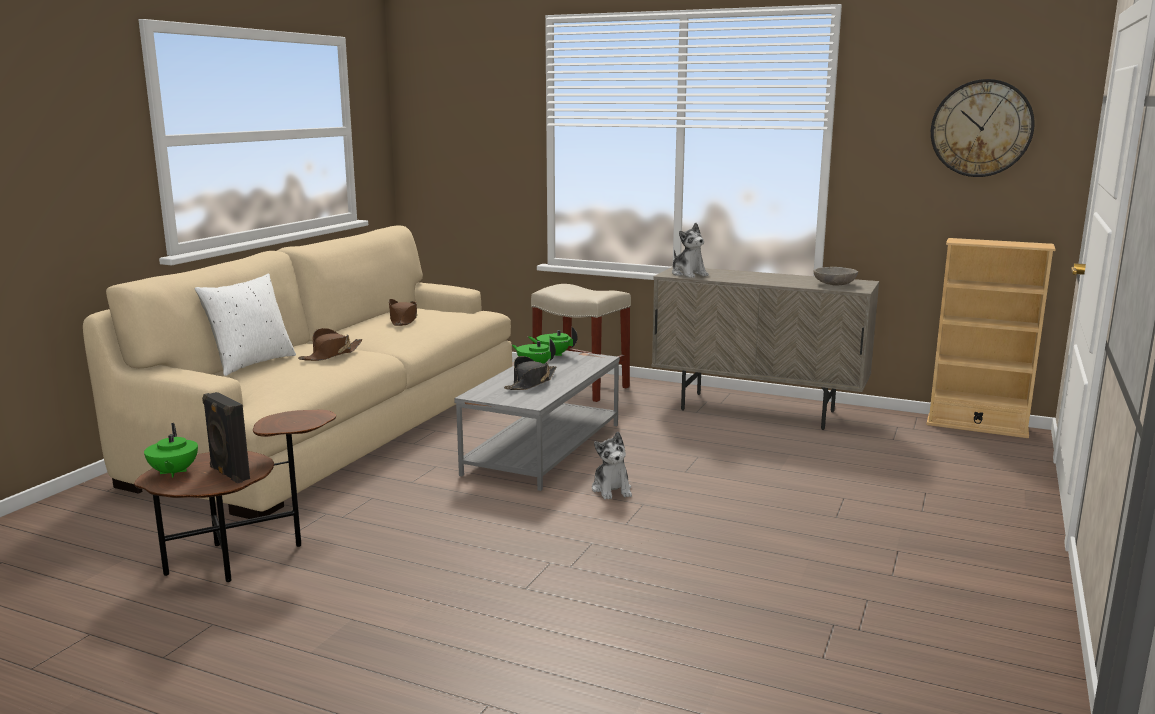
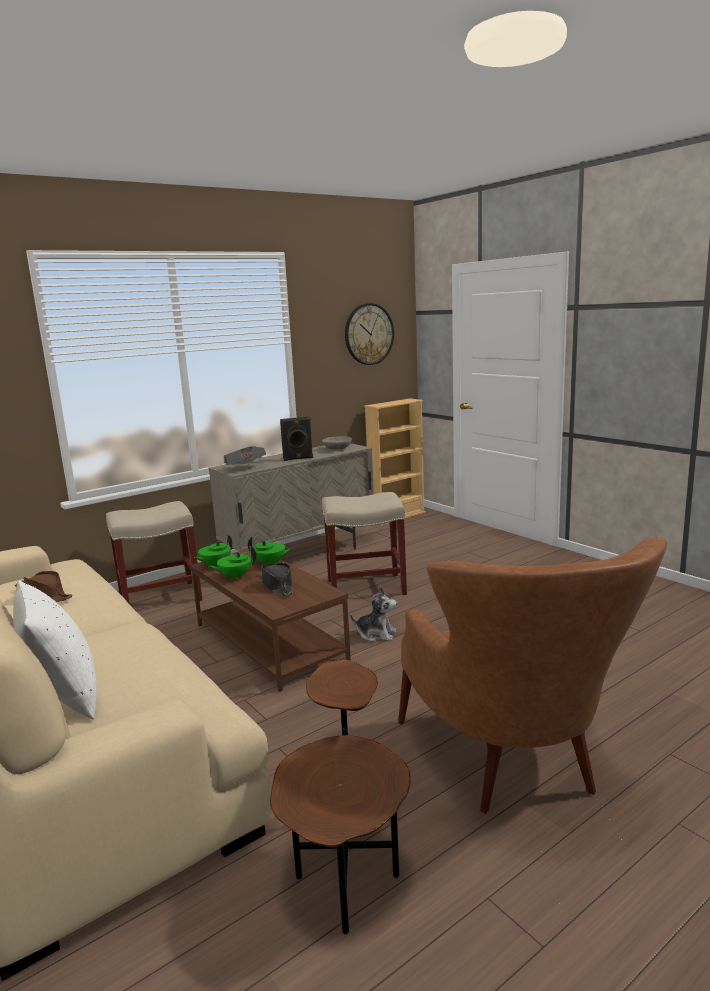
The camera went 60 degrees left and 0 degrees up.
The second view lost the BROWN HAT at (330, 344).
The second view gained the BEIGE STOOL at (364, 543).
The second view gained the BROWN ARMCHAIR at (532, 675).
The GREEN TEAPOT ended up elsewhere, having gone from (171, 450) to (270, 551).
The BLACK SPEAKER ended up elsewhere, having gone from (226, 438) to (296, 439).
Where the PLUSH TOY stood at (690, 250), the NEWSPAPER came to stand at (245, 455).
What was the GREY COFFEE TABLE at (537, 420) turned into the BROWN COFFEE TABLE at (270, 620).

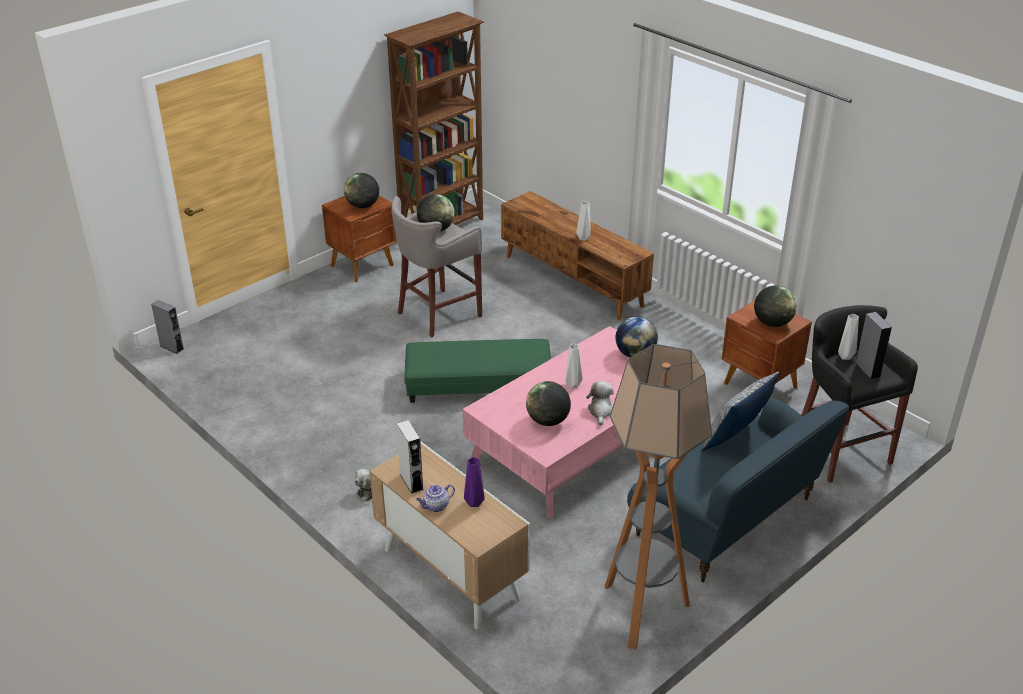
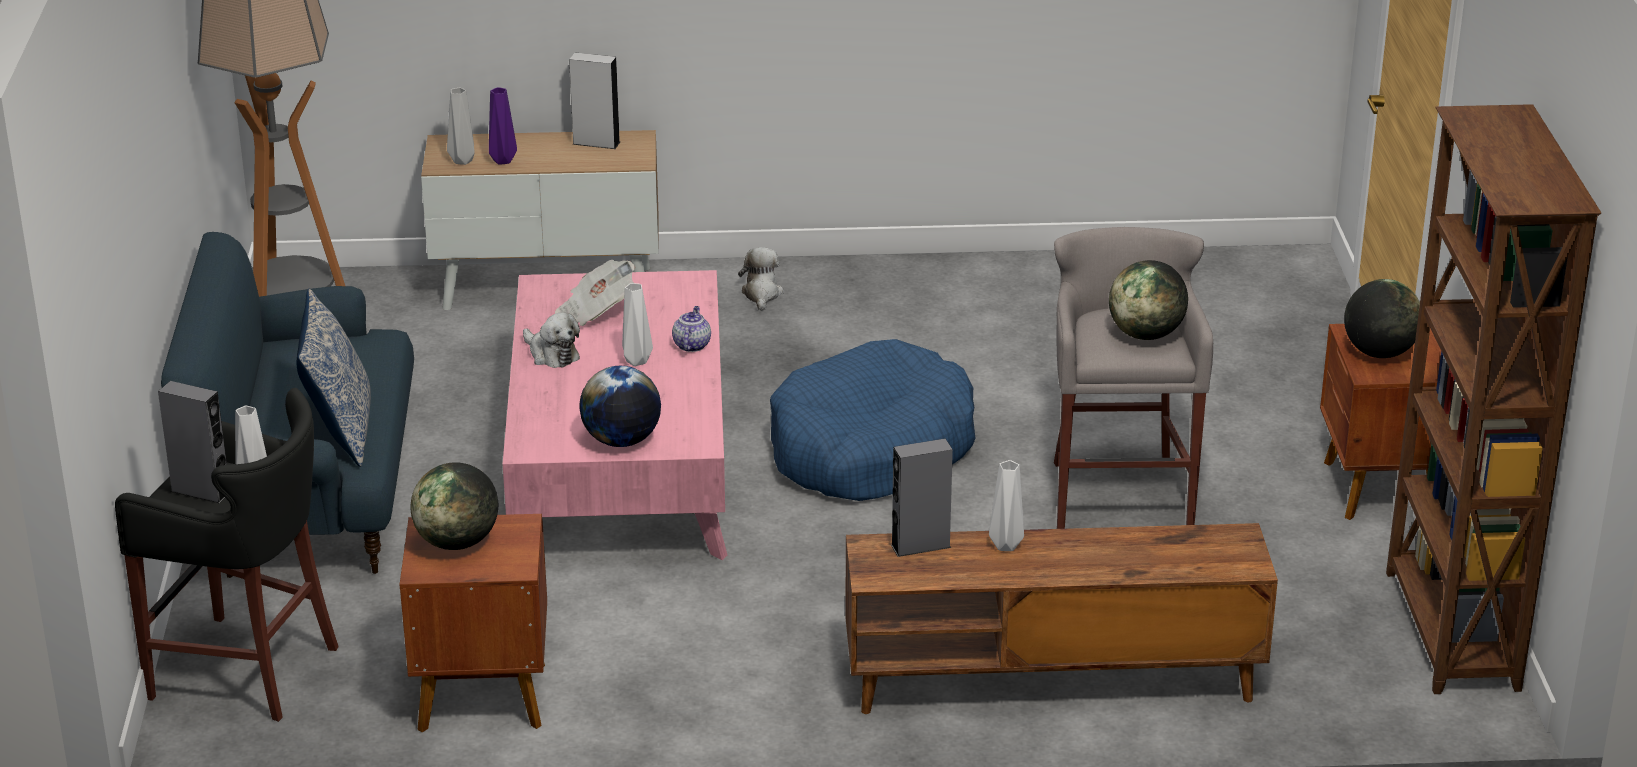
The camera went 130 degrees right and 5 degrees down.
The second view gained the GREY VASE at (461, 126).
The GREY SPEAKER ended up elsewhere, having gone from (167, 327) to (922, 497).
The TEAPOT ended up elsewhere, having gone from (435, 498) to (691, 329).
Where the GREEN OTTOMAN stood at (477, 371), the BLUE DOG BED came to stand at (873, 420).
Where the GLOBE stood at (548, 403), the NEWSPAPER came to stand at (595, 293).

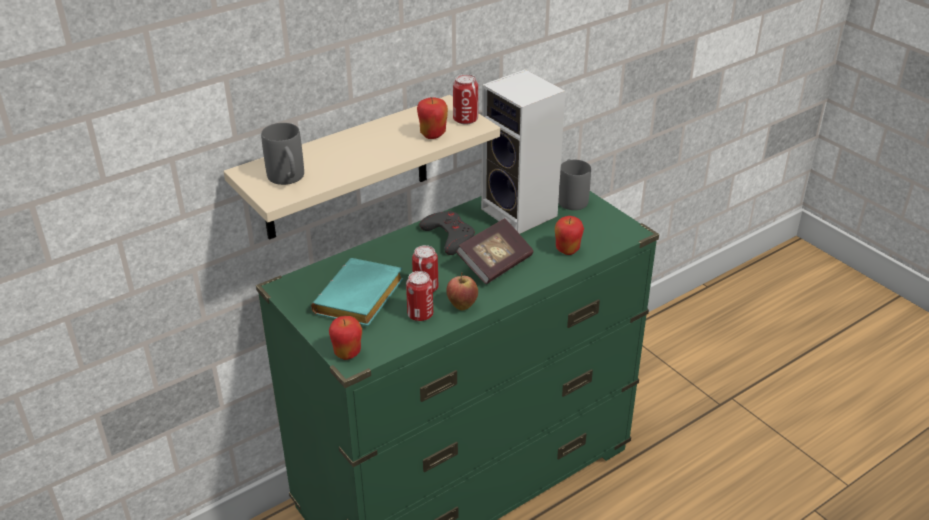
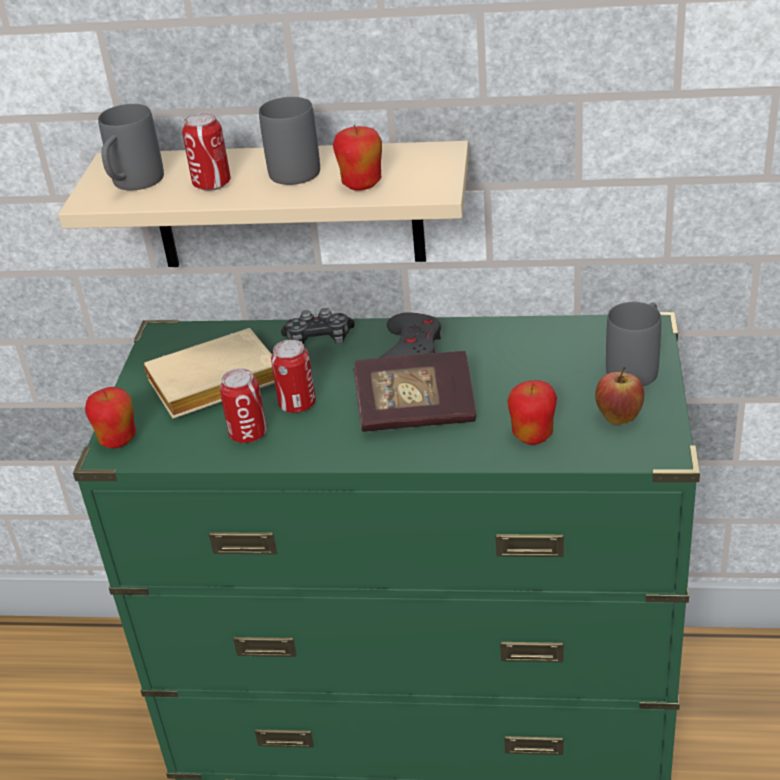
The camera went 45 degrees right and 0 degrees up.
The second view lost the SPEAKER at (523, 151).
The second view gained the GREY MUG at (289, 141).
The second view gained the GAME CONTROLLER at (318, 326).
The APPLE ended up elsewhere, having gone from (462, 292) to (619, 396).
The CAN ended up elsewhere, having gone from (465, 99) to (206, 151).
What was the TURQUOISE BOOK at (357, 292) turned into the BEIGE BOOK at (209, 373).

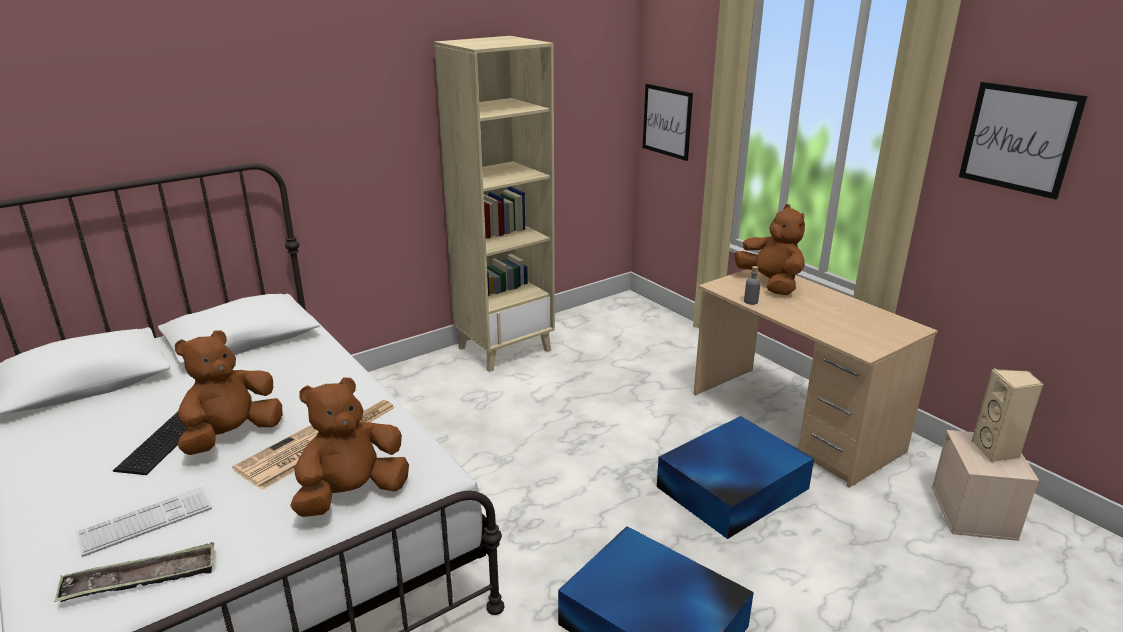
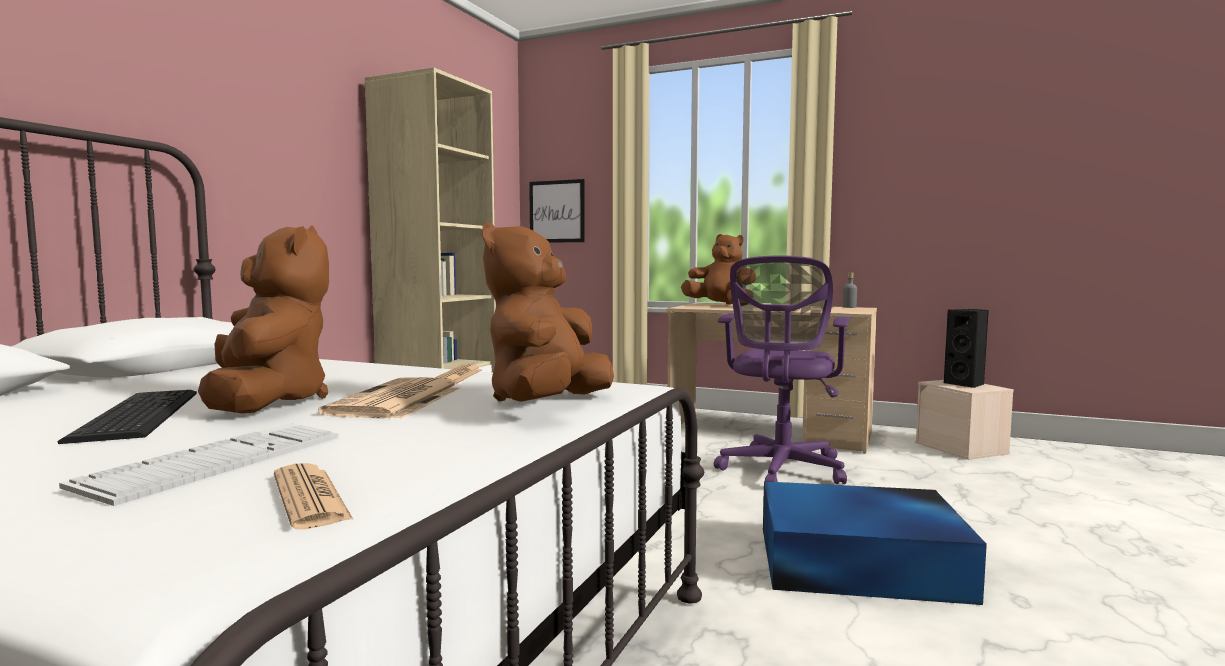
The camera went 30 degrees left and 20 degrees down.
The second view lost the PICTURE at (1023, 141).
The GREY BOTTLE ended up elsewhere, having gone from (752, 285) to (850, 290).
Where the TRAY stood at (134, 572), the NEWSPAPER came to stand at (314, 496).
Where the BLUE STORAGE BOX stood at (735, 477), the PURPLE OFFICE CHAIR came to stand at (782, 369).
What was the BEIGE SPEAKER at (1007, 416) turned into the BLACK SPEAKER at (966, 348).
The BROWN PLUSH TOY at (228, 392) ended up facing another way, 150 degrees clockwise from before.

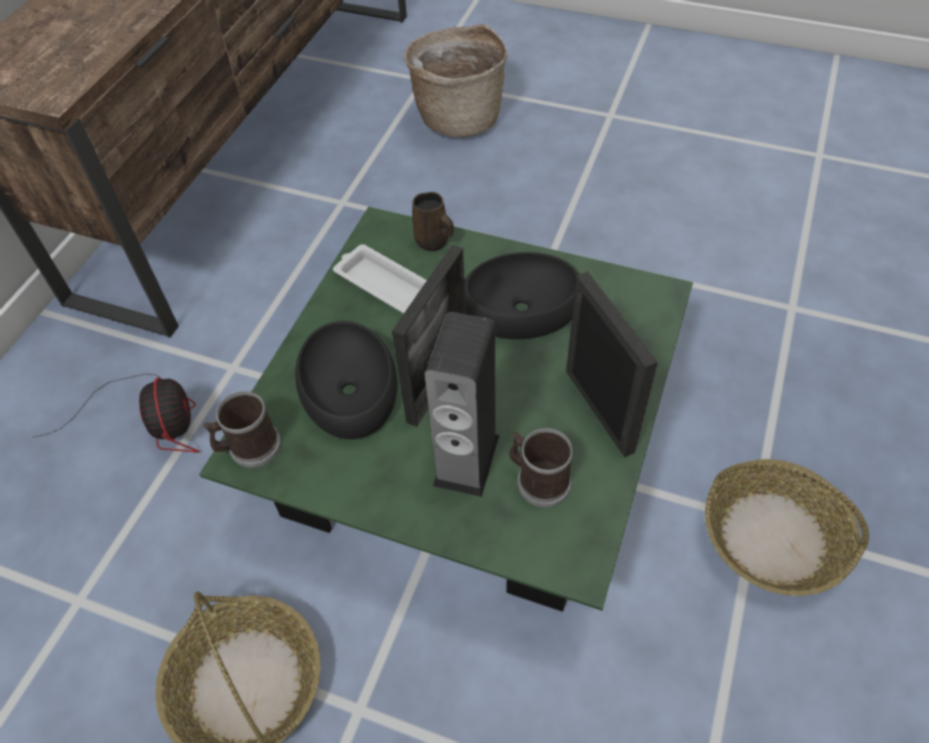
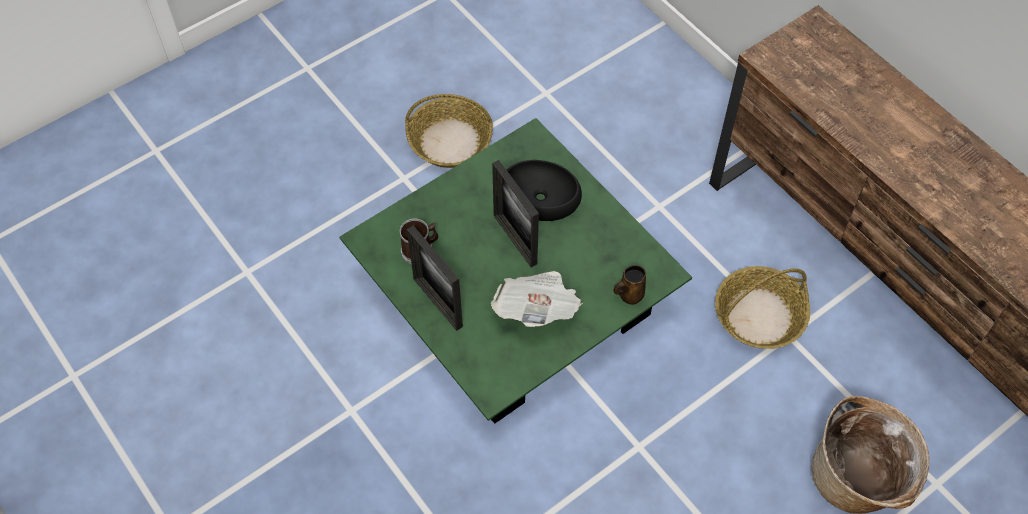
The camera went 120 degrees right and 5 degrees up.
The second view lost the FAN at (116, 413).
The second view lost the MUG at (242, 429).
The second view lost the WHITE TRAY at (380, 279).
The second view lost the SPEAKER at (462, 404).
The BASKET ended up elsewhere, having gone from (787, 527) to (762, 307).
Where the BLACK BOWL stood at (522, 295), the NEWSPAPER came to stand at (536, 299).
The PICTURE FRAME at (612, 364) ended up facing another way, 45 degrees clockwise from before.

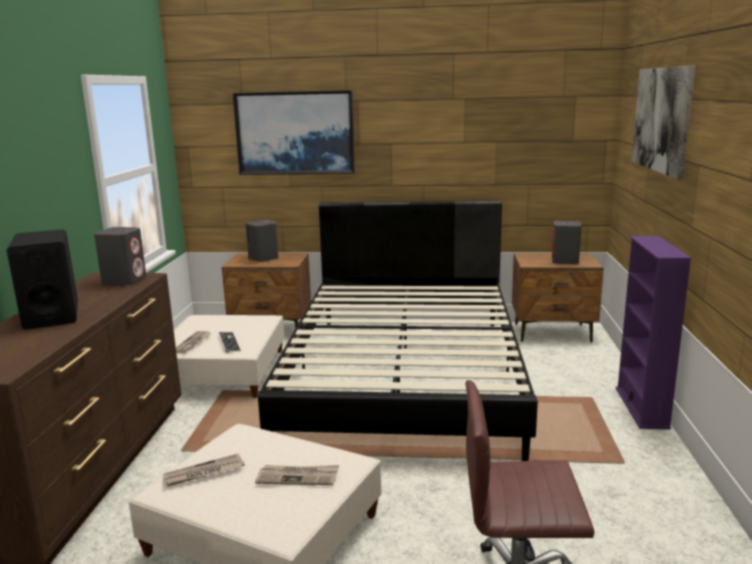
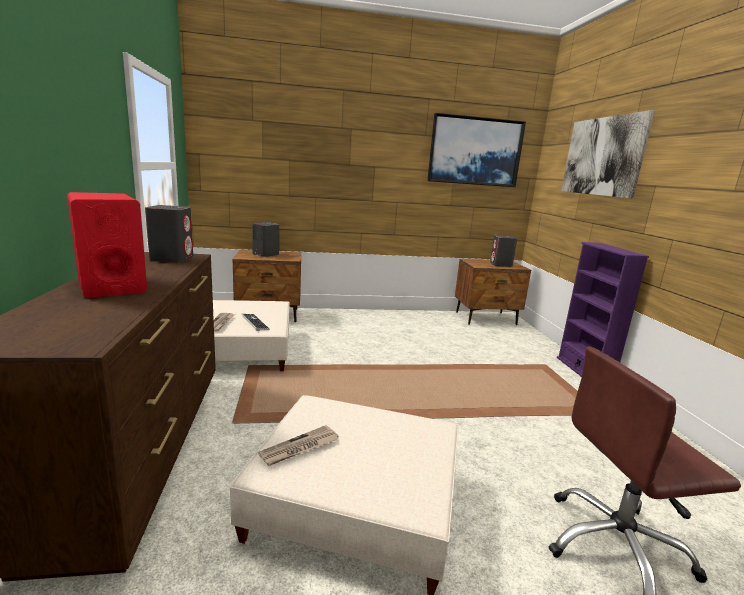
The camera went 15 degrees left and 0 degrees up.
The second view lost the NEWSPAPER at (297, 475).
The second view lost the BLACK BED at (398, 331).
The PICTURE ended up elsewhere, having gone from (294, 132) to (476, 150).
What was the BLACK SPEAKER at (42, 279) turned into the RED SPEAKER at (107, 245).

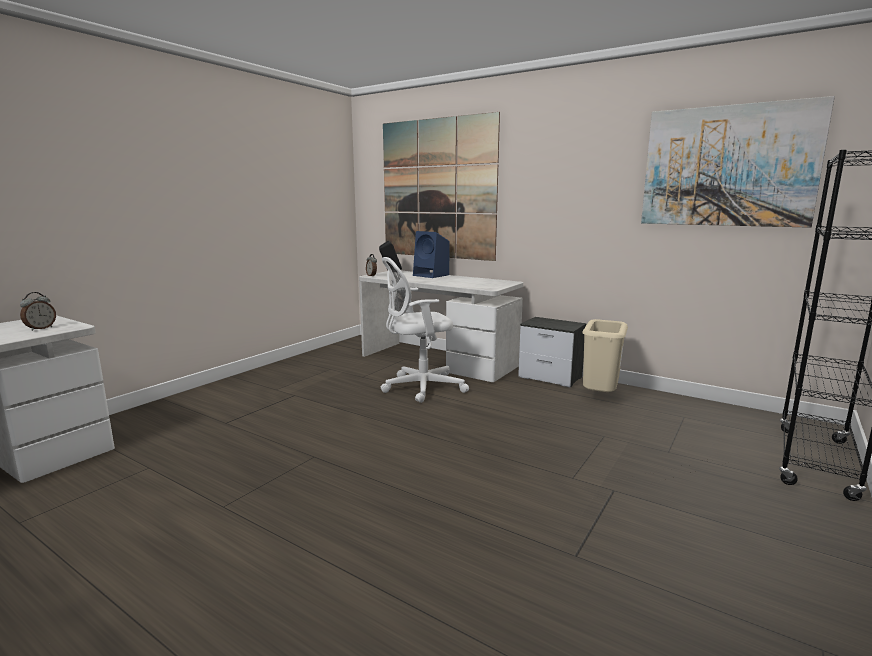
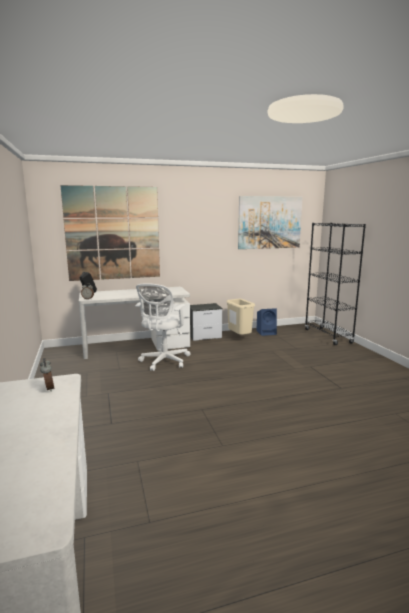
The camera went 50 degrees left and 0 degrees up.
The BLUE SPEAKER ended up elsewhere, having gone from (431, 254) to (267, 322).

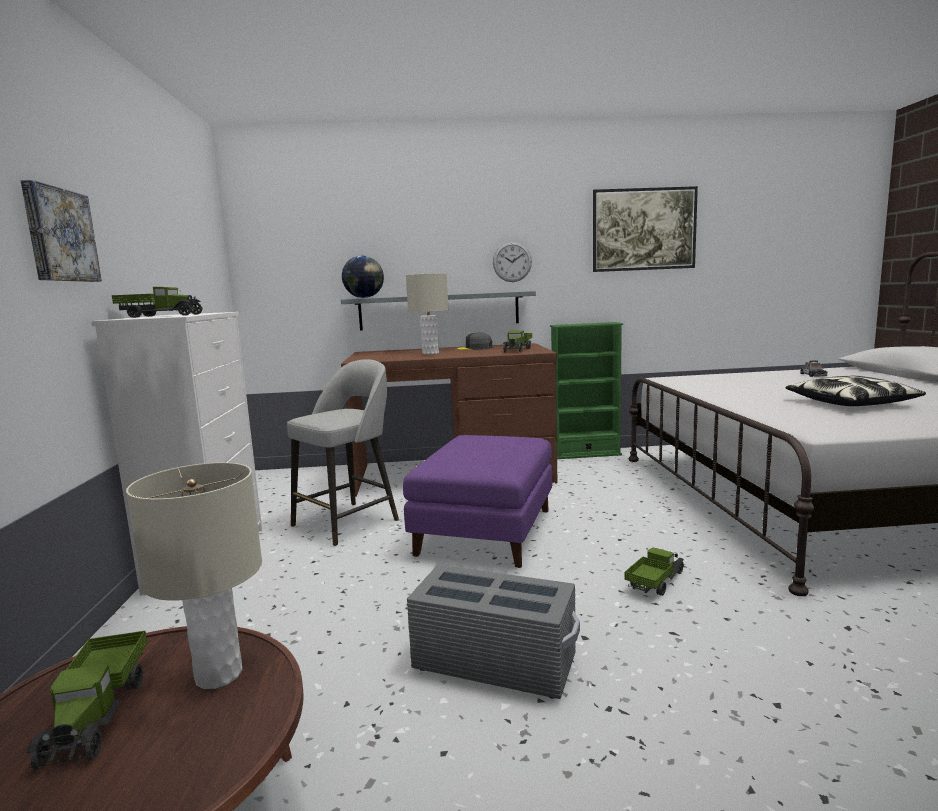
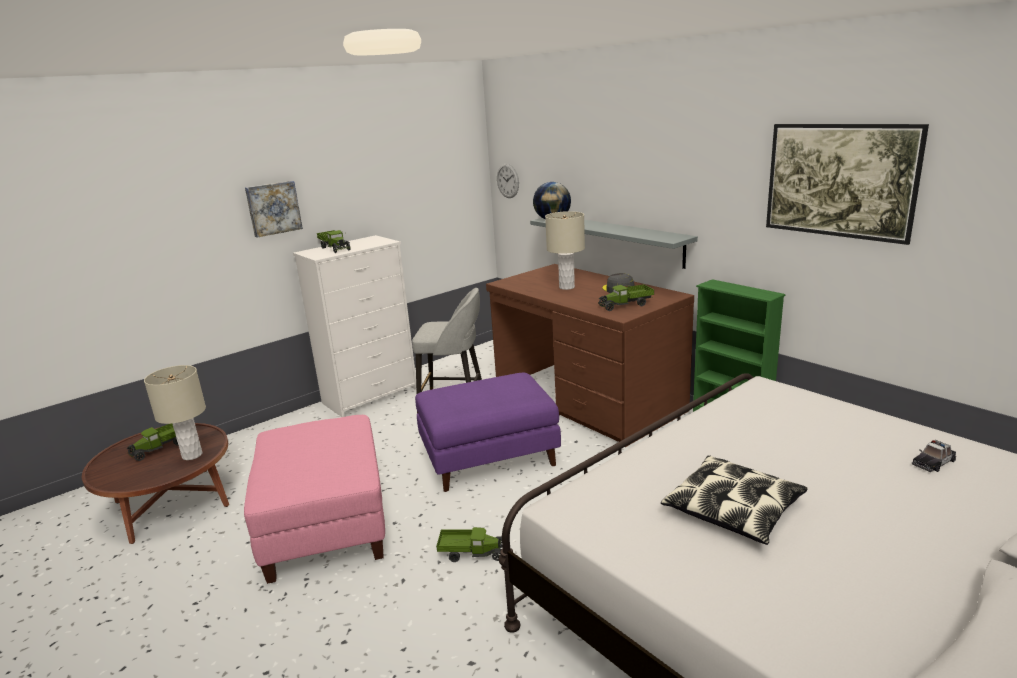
The camera went 55 degrees right and 10 degrees up.
The WALL CLOCK ended up elsewhere, having gone from (512, 262) to (508, 180).
Where the GREY STORAGE BOX stood at (493, 632), the PINK OTTOMAN came to stand at (314, 499).

